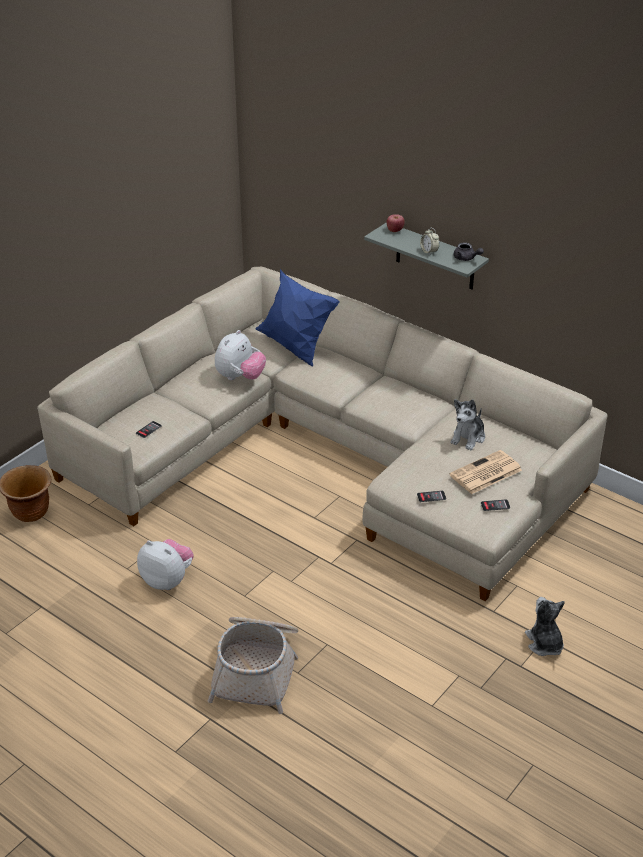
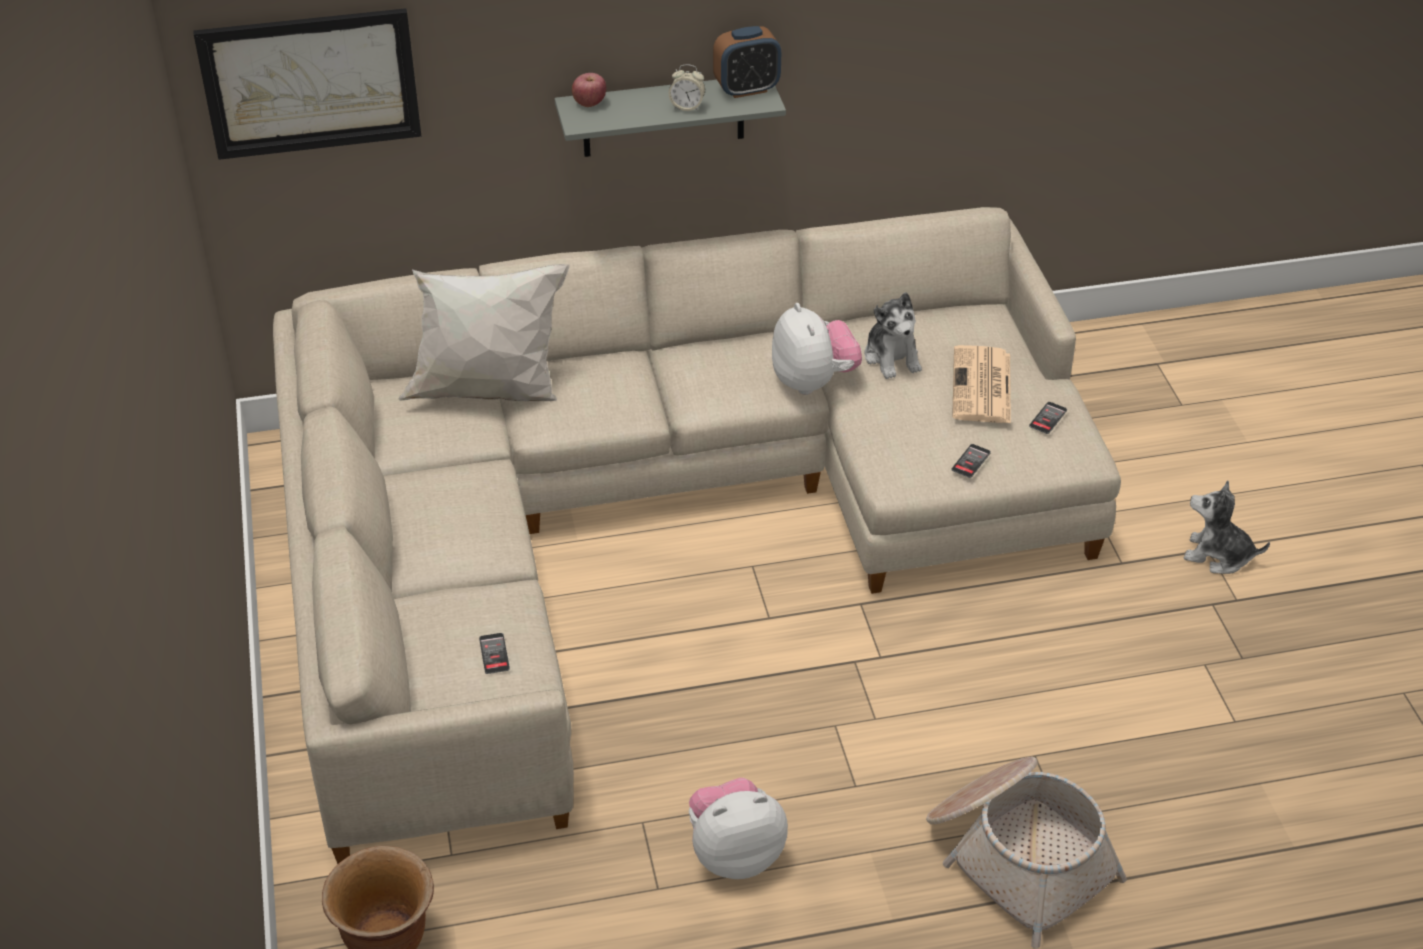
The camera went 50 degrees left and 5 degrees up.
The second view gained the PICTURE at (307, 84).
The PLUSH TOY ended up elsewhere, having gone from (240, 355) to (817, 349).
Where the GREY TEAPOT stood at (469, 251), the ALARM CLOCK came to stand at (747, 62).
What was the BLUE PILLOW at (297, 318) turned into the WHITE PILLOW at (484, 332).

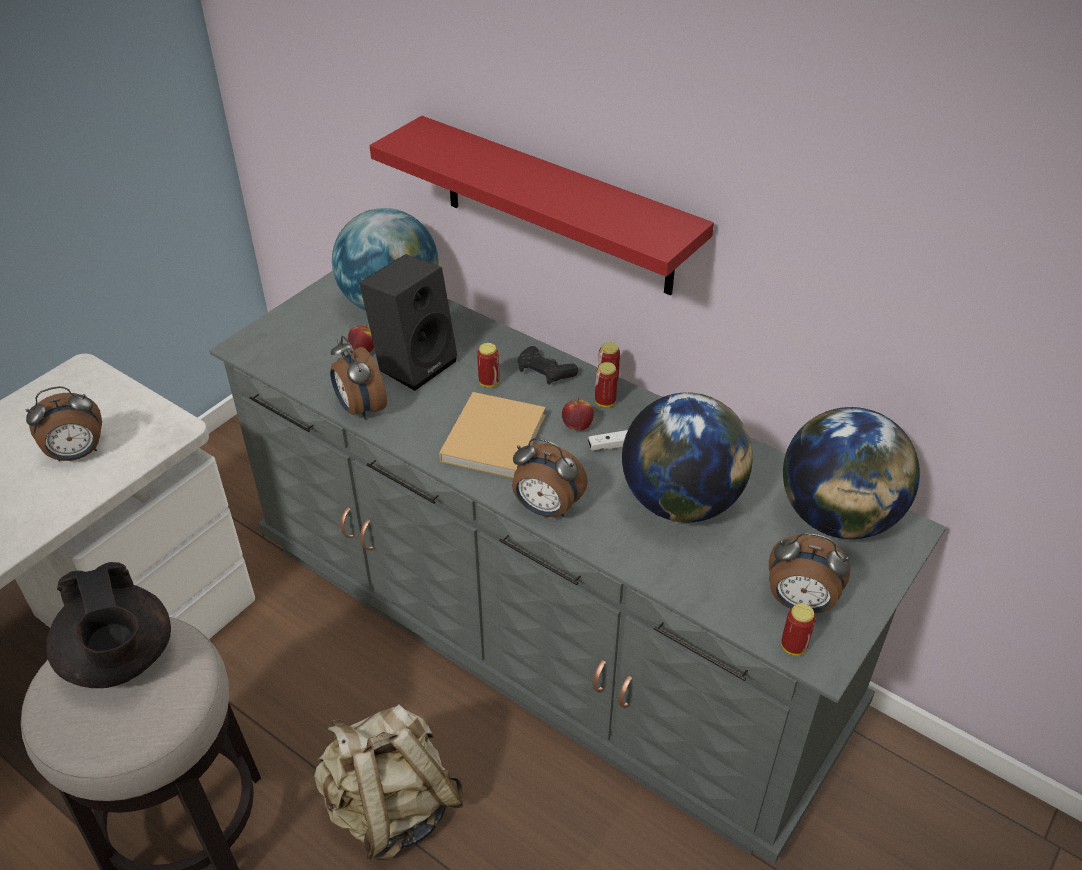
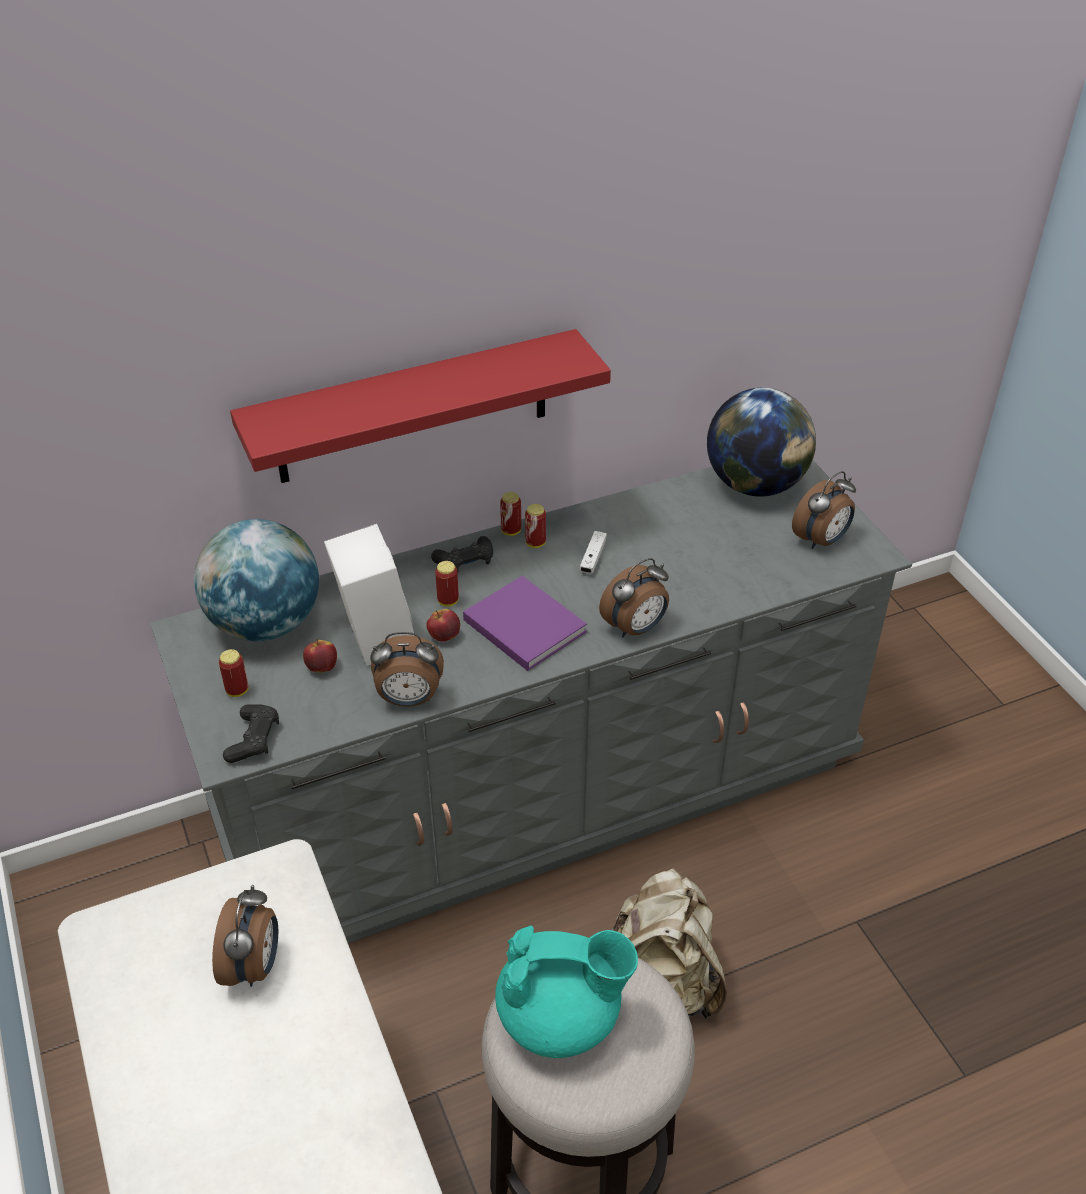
The camera went 60 degrees left and 0 degrees up.
The second view lost the GLOBE at (687, 457).
The second view gained the BLACK GAME CONTROLLER at (251, 733).
The APPLE ended up elsewhere, having gone from (578, 414) to (443, 625).
The CAN ended up elsewhere, having gone from (798, 629) to (233, 673).
What was the BLACK TEAPOT at (108, 625) turned into the TURQUOISE TEAPOT at (566, 991).
What was the BLACK SPEAKER at (408, 322) turned into the WHITE SPEAKER at (369, 595).
What was the BEIGE BOOK at (492, 435) turned into the PURPLE BOOK at (525, 623).

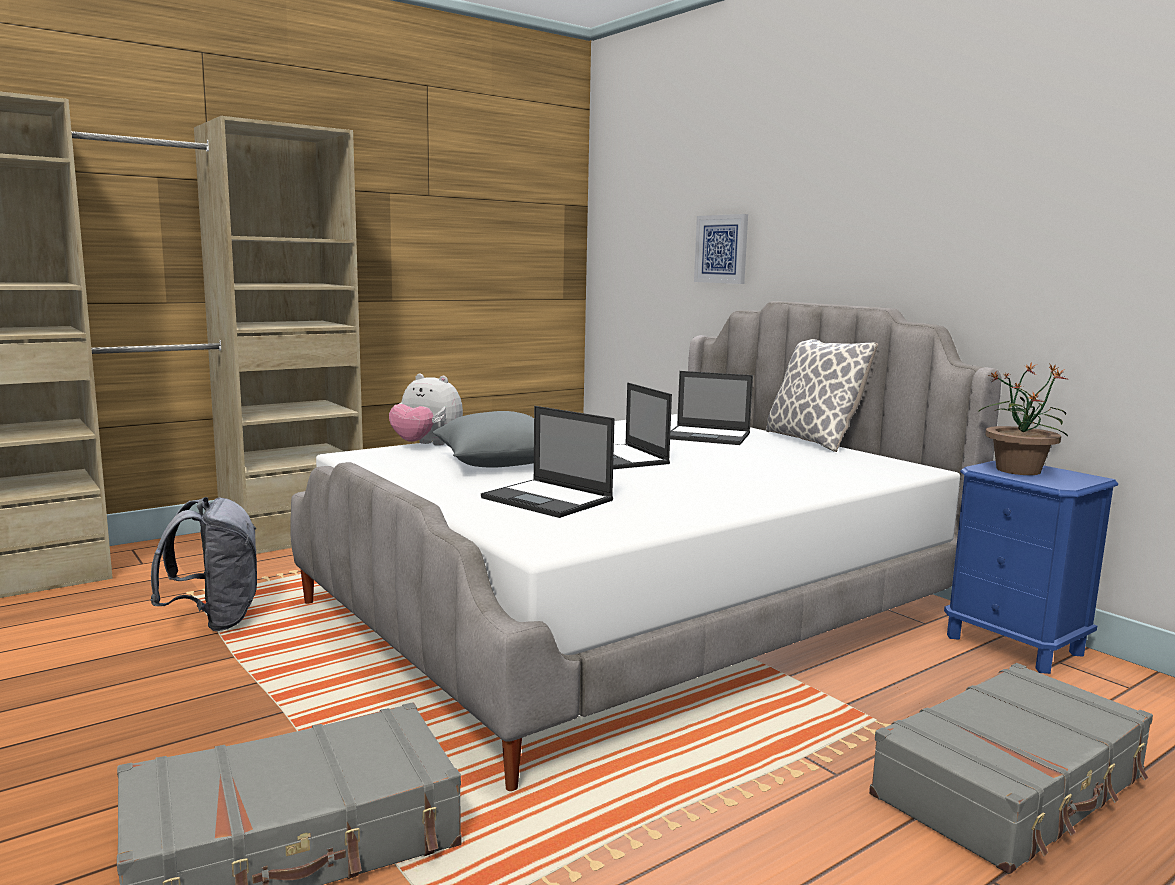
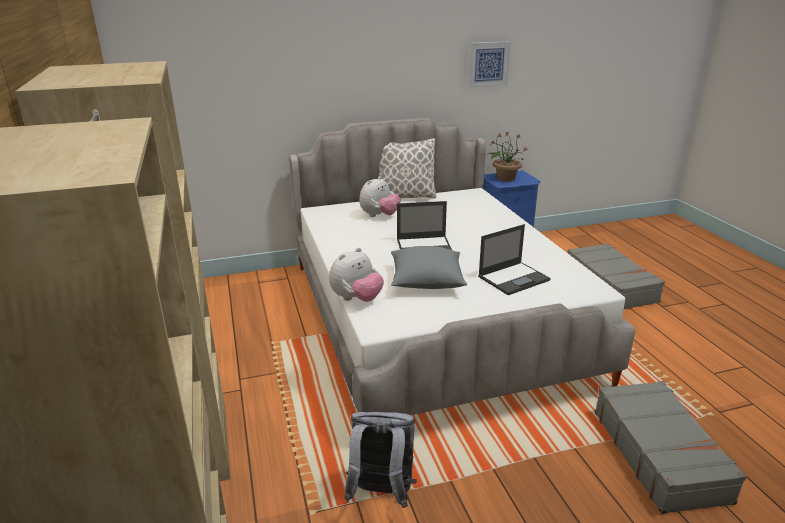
The camera went 70 degrees left and 15 degrees up.
The PICTURE ended up elsewhere, having gone from (721, 249) to (489, 64).
Where the LAPTOP stood at (711, 408), the PLUSH TOY came to stand at (380, 196).

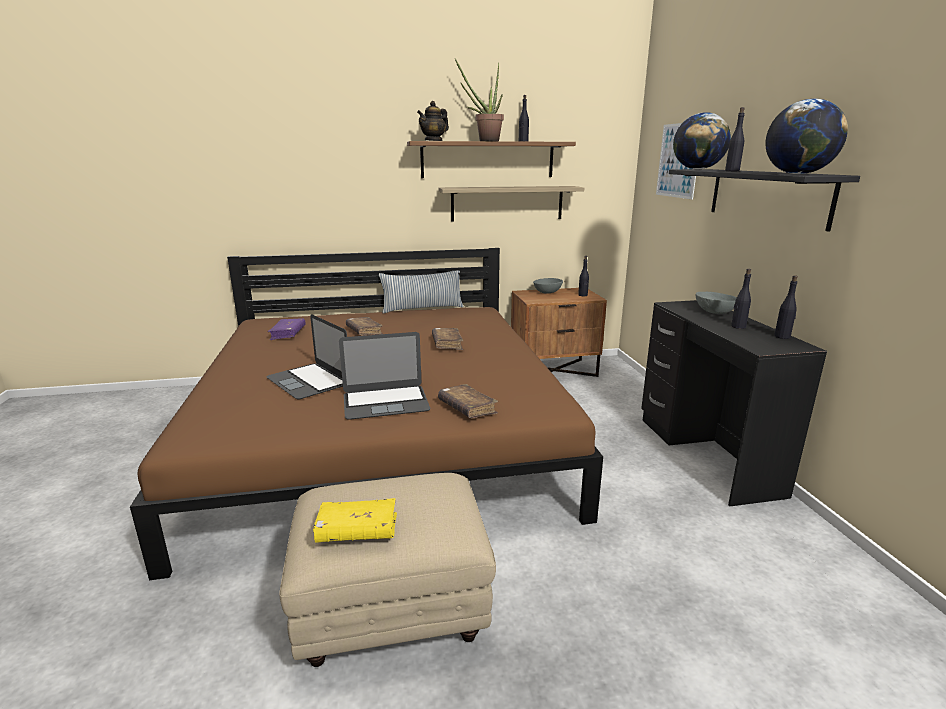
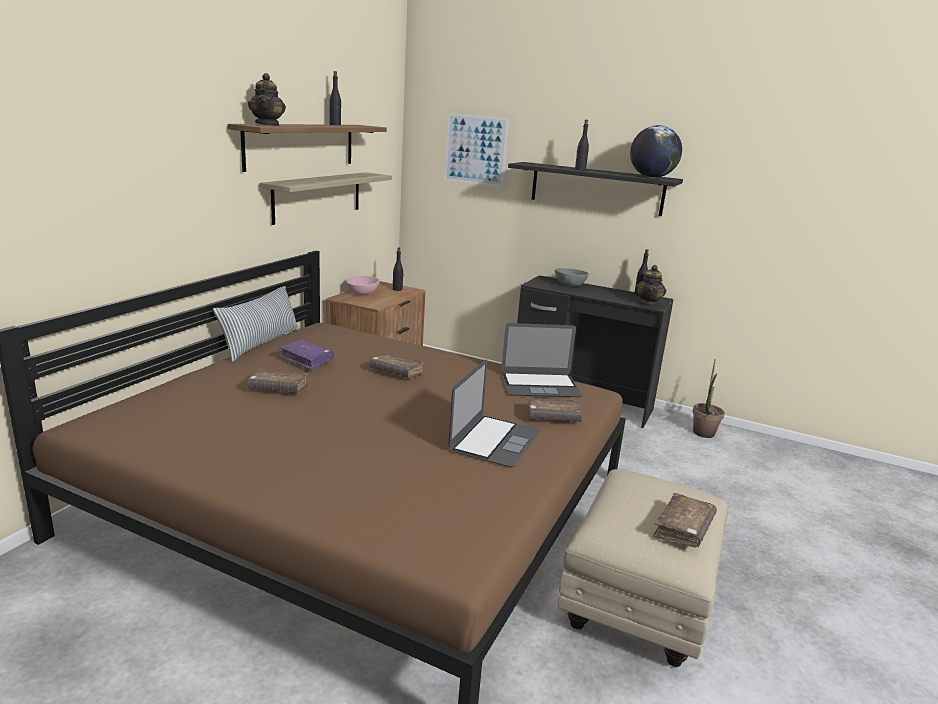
The camera went 55 degrees left and 0 degrees up.
The second view lost the GLOBE at (702, 140).
The second view lost the BLACK BOTTLE at (741, 299).
The second view gained the TEAPOT at (650, 286).
The LAPTOP ended up elsewhere, having gone from (306, 357) to (541, 360).
The PURPLE BOOK ended up elsewhere, having gone from (287, 329) to (306, 355).
The POTTED PLANT ended up elsewhere, having gone from (479, 100) to (708, 398).
What was the YELLOW BOOK at (355, 520) turned into the BROWN BOOK at (685, 520).
What was the GREY BOWL at (548, 286) turned into the PINK BOWL at (363, 285).

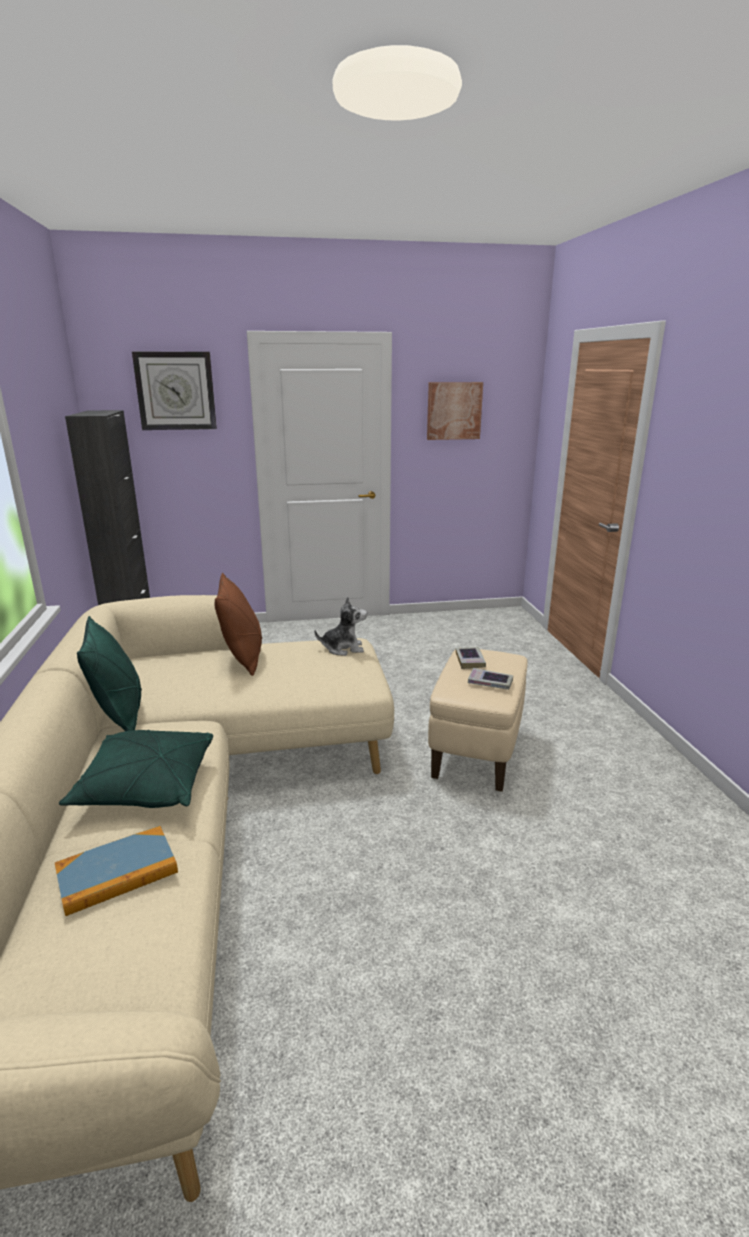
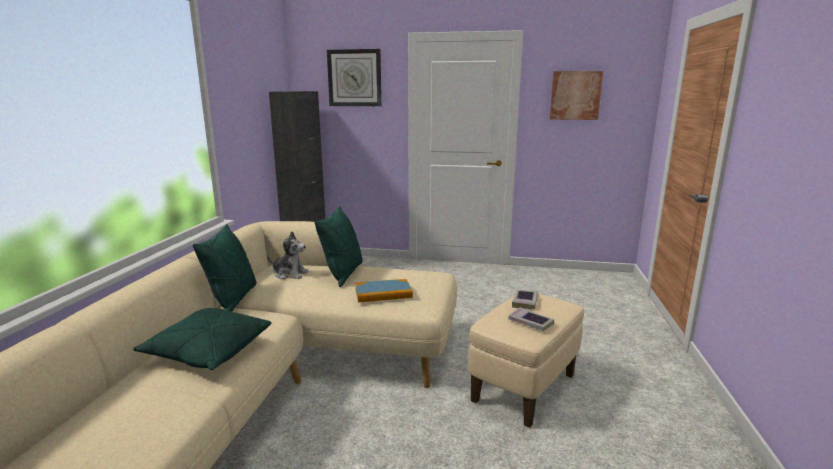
The camera went 20 degrees right and 5 degrees down.
The BOOK ended up elsewhere, having gone from (116, 871) to (384, 290).
The PLUSH TOY ended up elsewhere, having gone from (340, 626) to (287, 255).
What was the BROWN PILLOW at (238, 624) turned into the GREEN PILLOW at (338, 246).

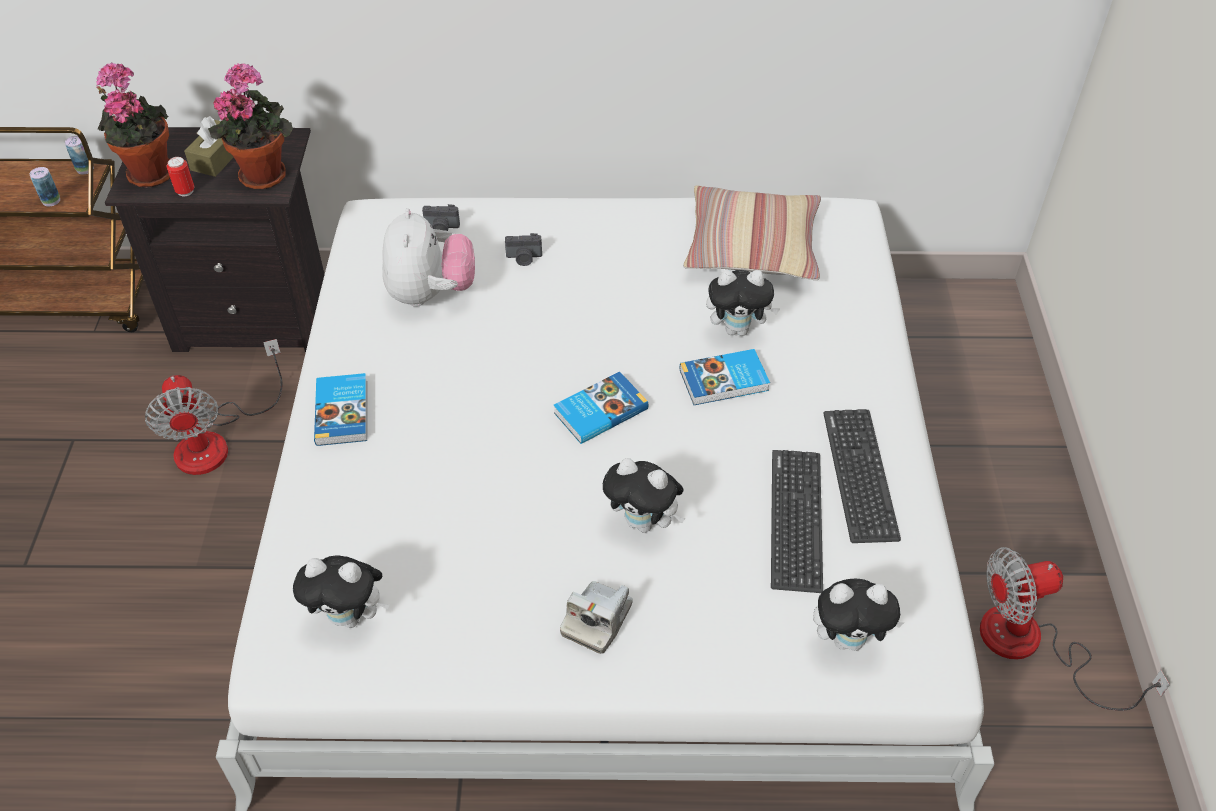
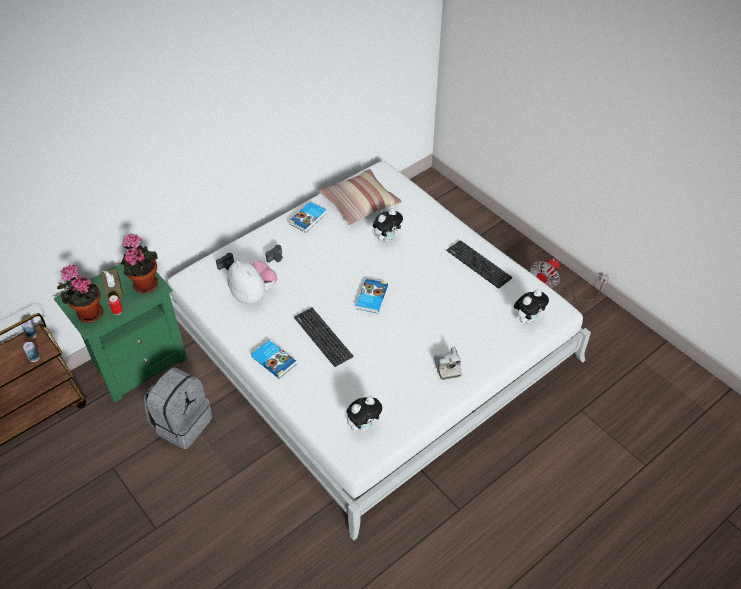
The camera went 40 degrees left and 0 degrees up.
The second view lost the PLUSH TOY at (644, 495).
The BOOK ended up elsewhere, having gone from (725, 377) to (308, 217).
The KEYBOARD ended up elsewhere, having gone from (797, 521) to (324, 337).
Where the FAN stood at (213, 407), the GREY BACKPACK came to stand at (178, 408).
What was the BLACK NIGHTSTAND at (215, 240) turned into the GREEN NIGHTSTAND at (120, 333).

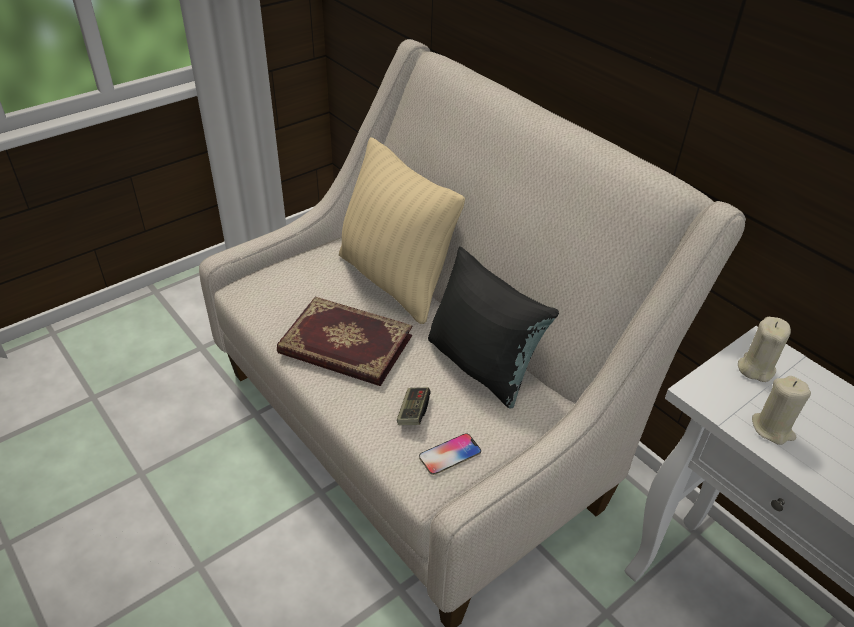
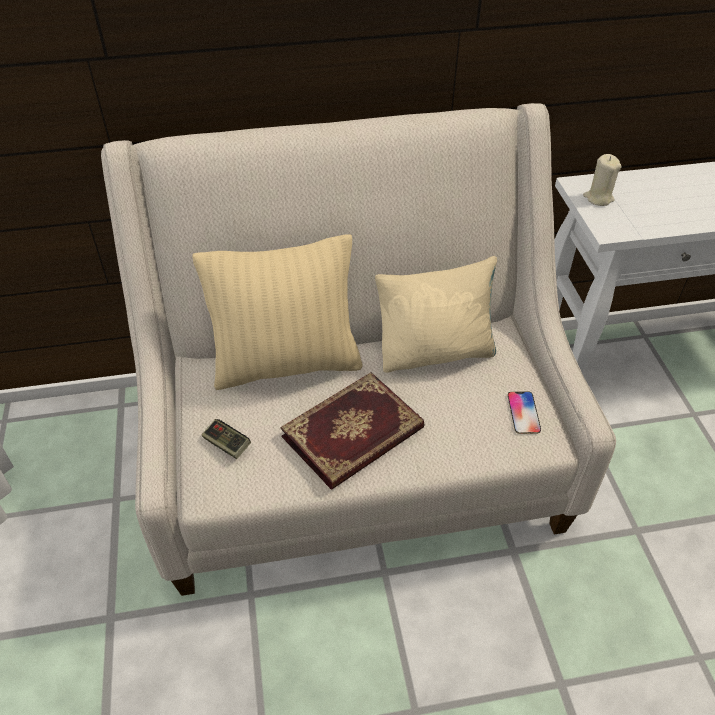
The camera went 60 degrees left and 5 degrees up.
The second view lost the BEIGE CANDLE at (781, 410).
The GAME CONTROLLER ended up elsewhere, having gone from (414, 406) to (226, 439).
What was the BLACK PILLOW at (493, 327) turned into the BEIGE PILLOW at (436, 314).

